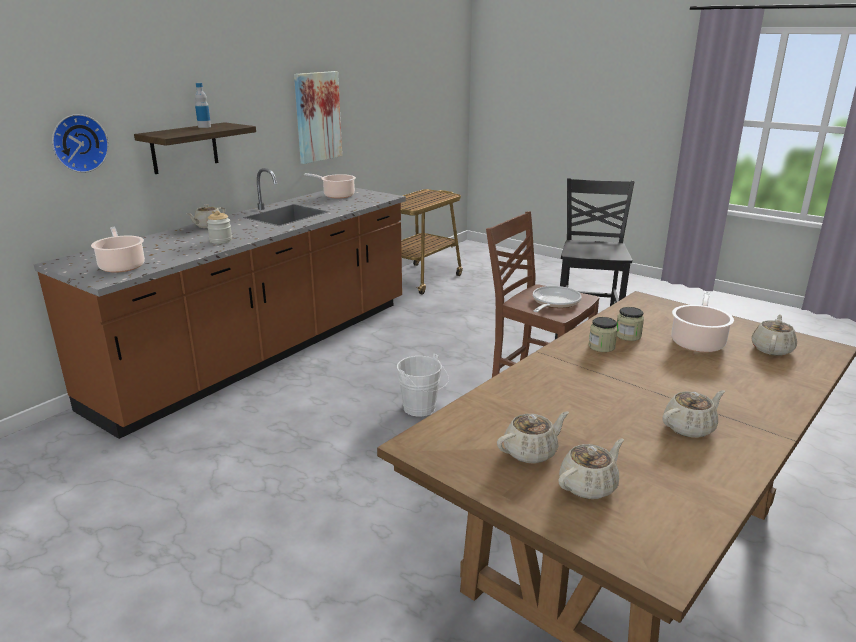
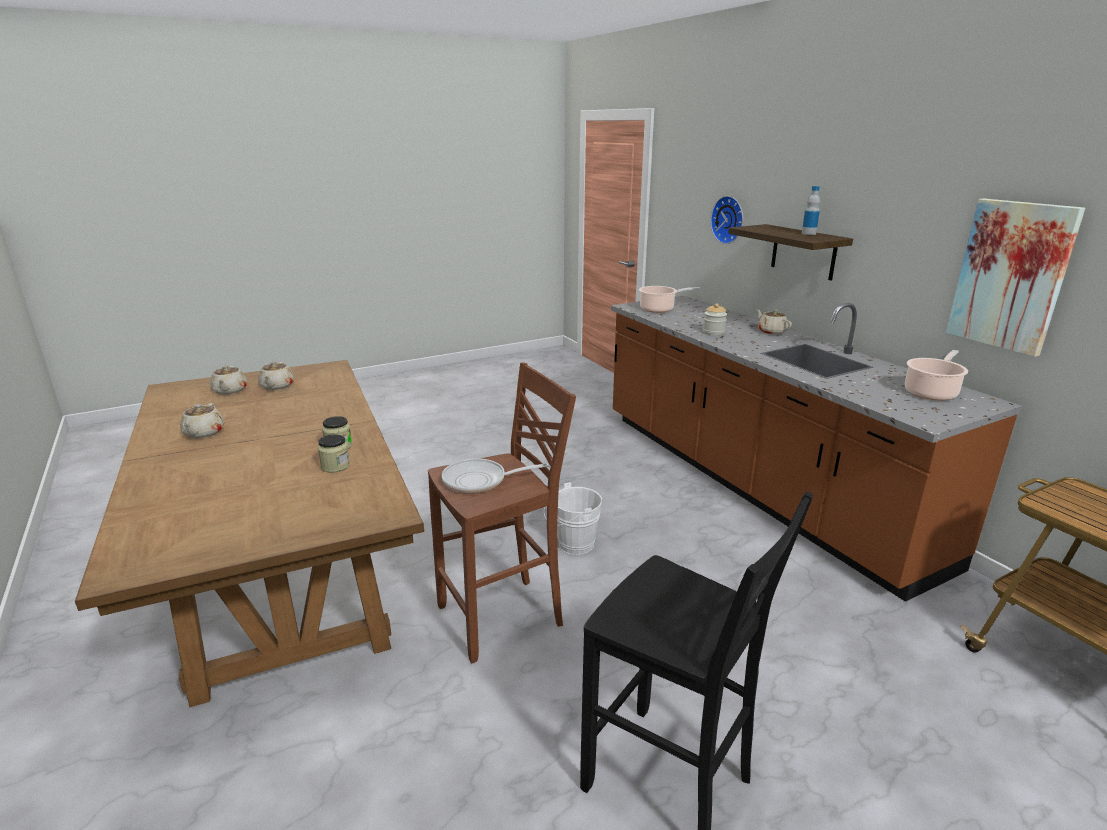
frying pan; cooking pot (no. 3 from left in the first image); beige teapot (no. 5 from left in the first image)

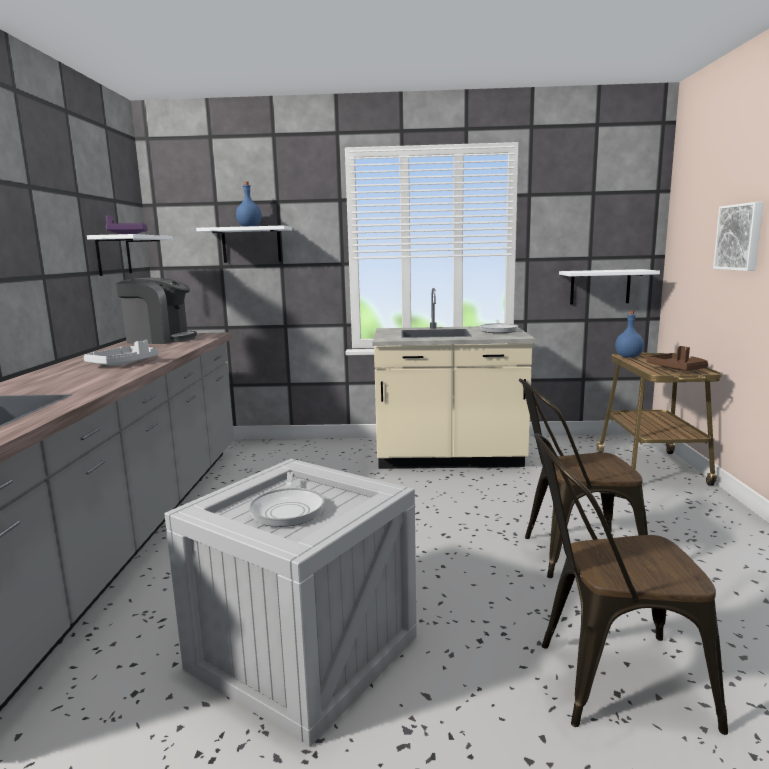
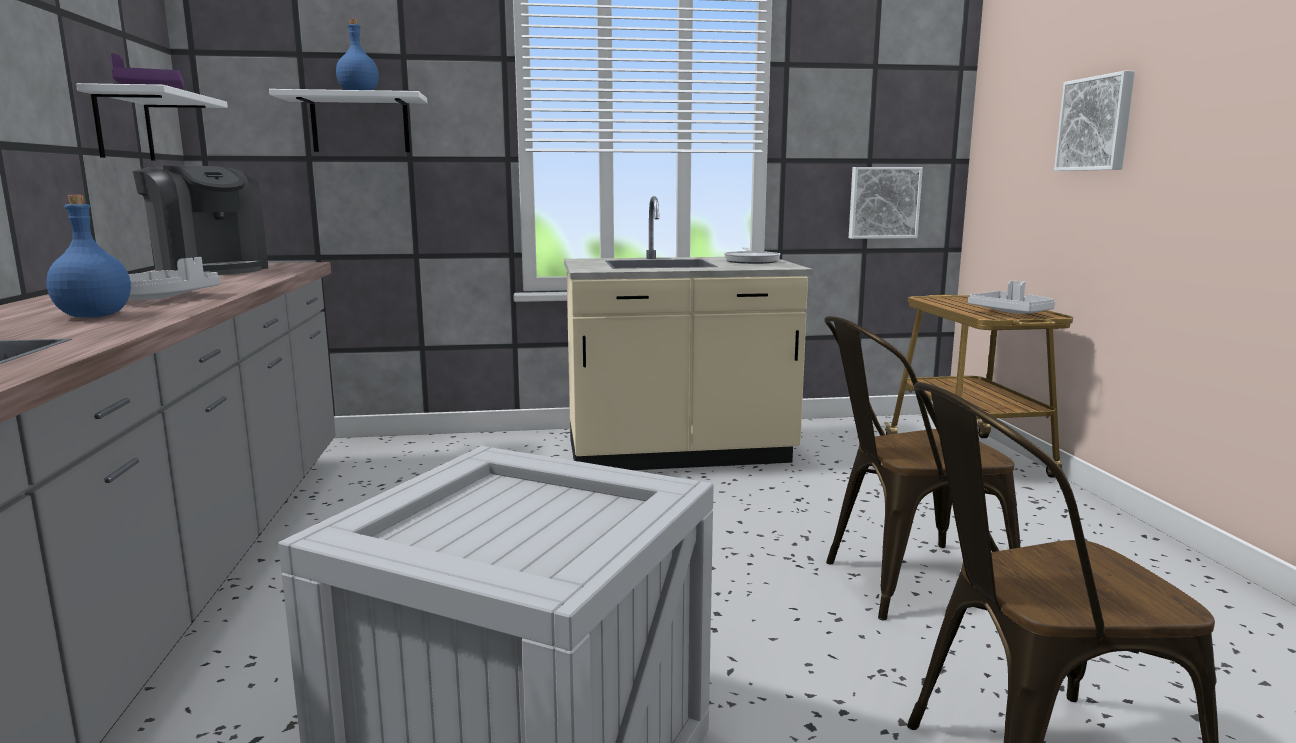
coffee machine; frying pan (no. 1 from left in the first image); picture (no. 1 from left); blue bottle (no. 1 from left); grey tray (no. 2 from left)

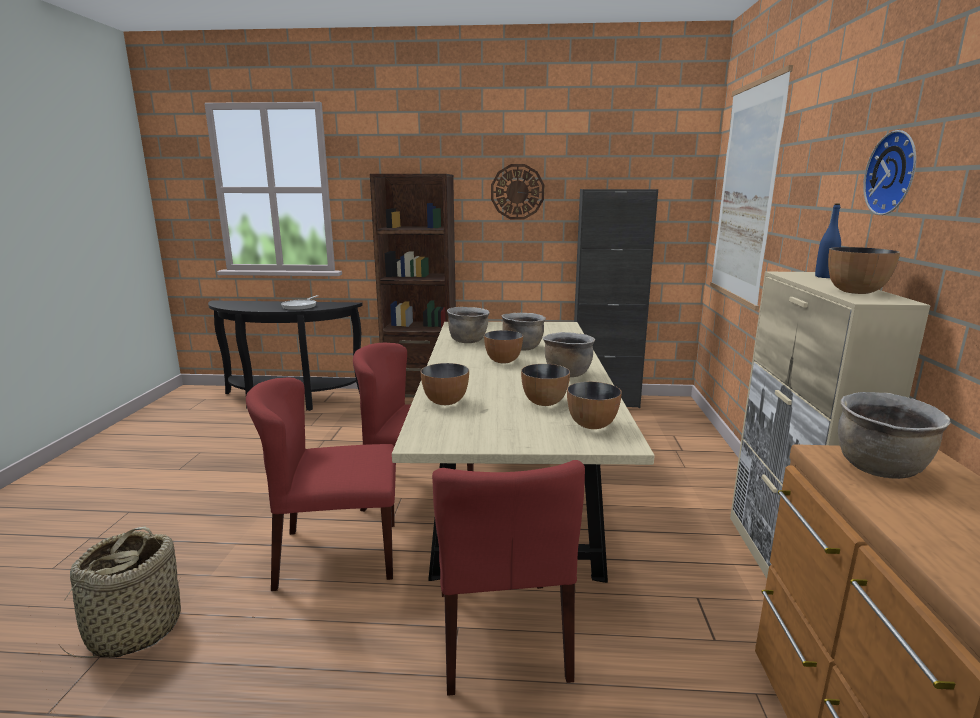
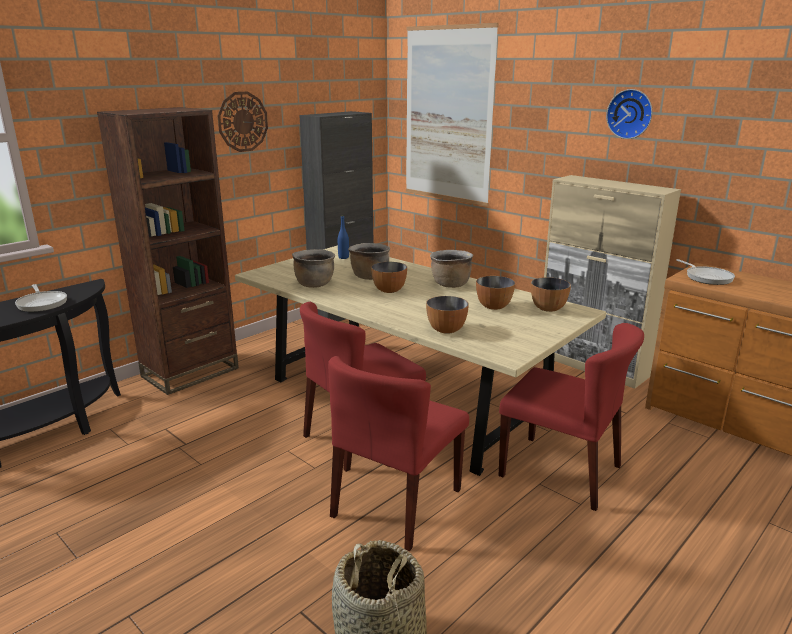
blue bottle; bowl (no. 5 from left in the first image); frying pan (no. 2 from left)

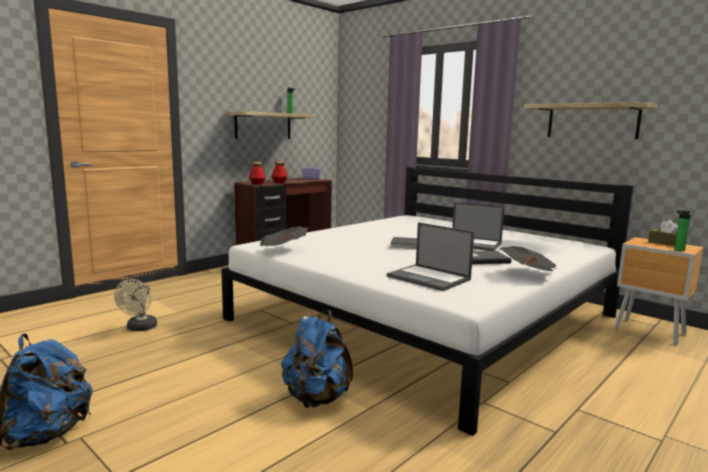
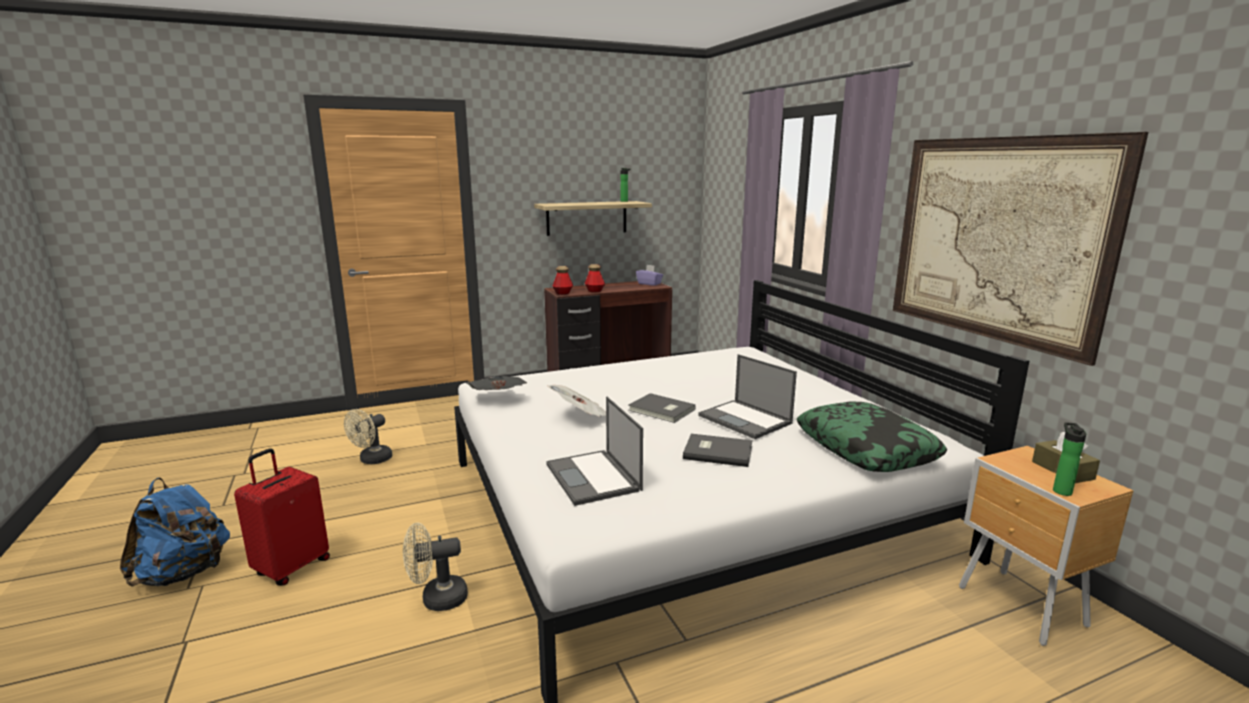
beige fan (no. 2 from left); newspaper (no. 2 from left); picture; red suitcase; pillow

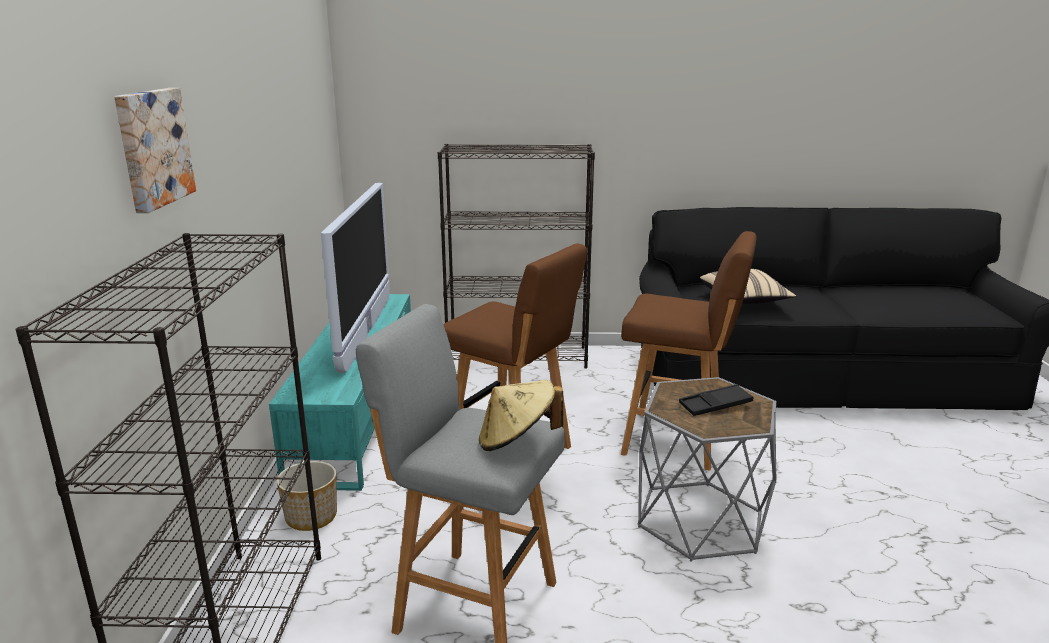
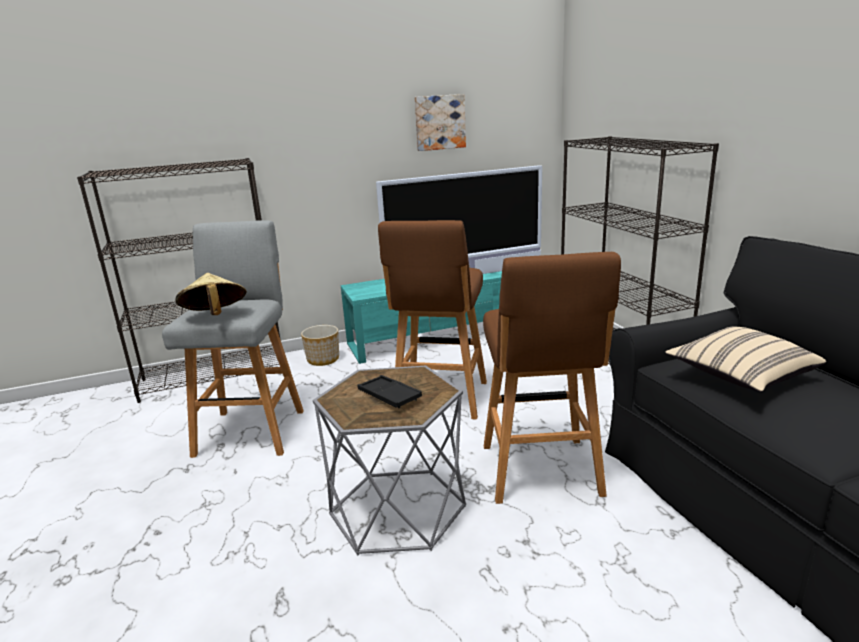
picture

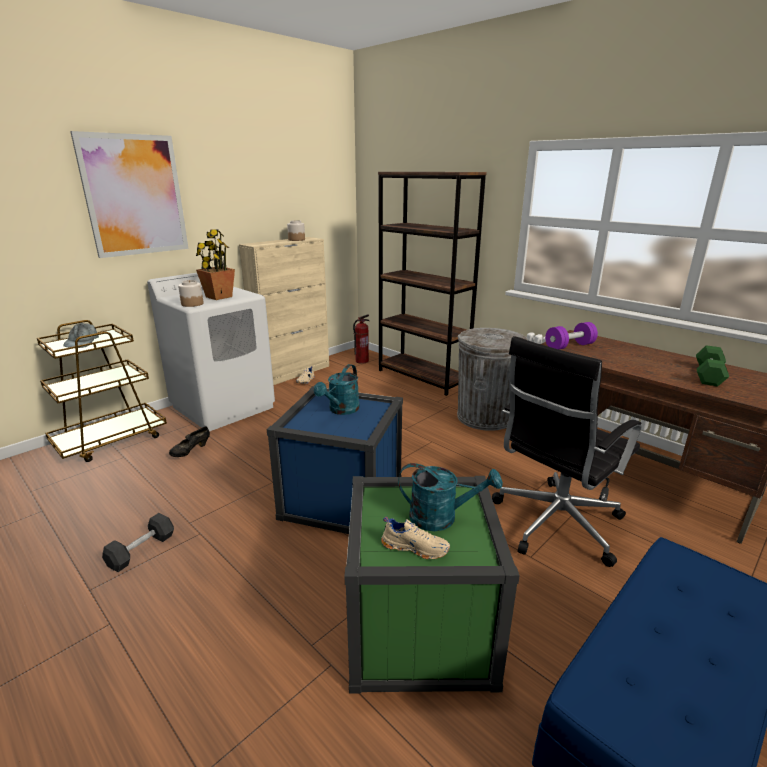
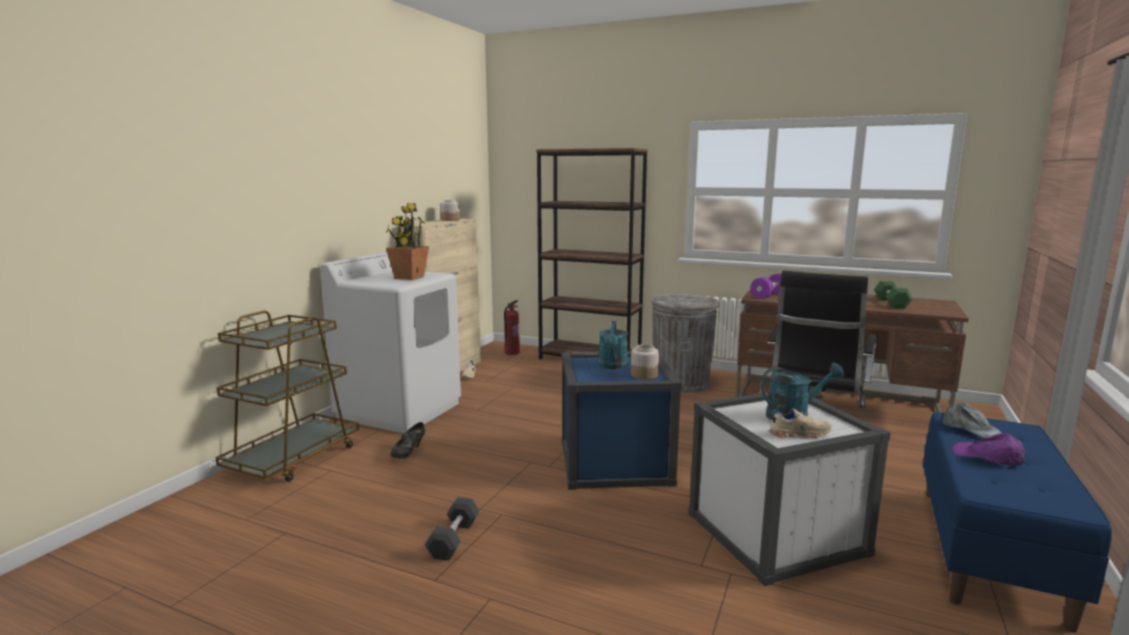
grey cap; picture; jar (no. 2 from left); white storage box; purple cap

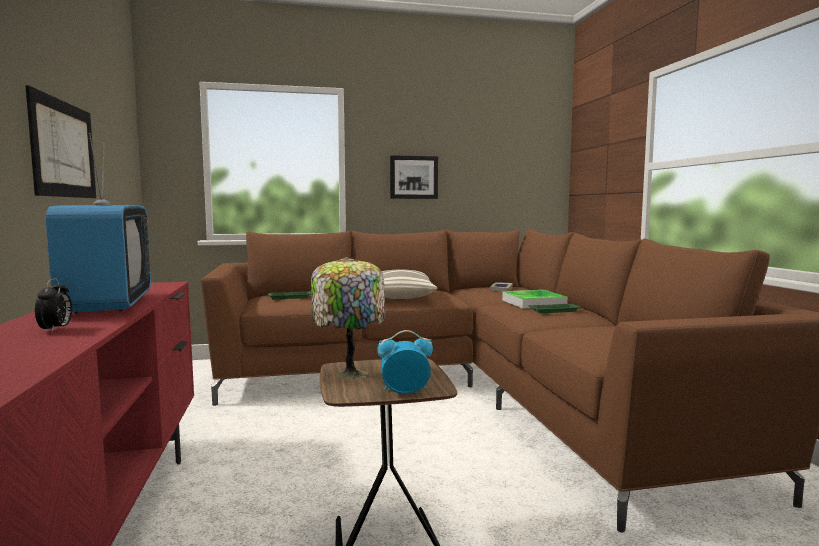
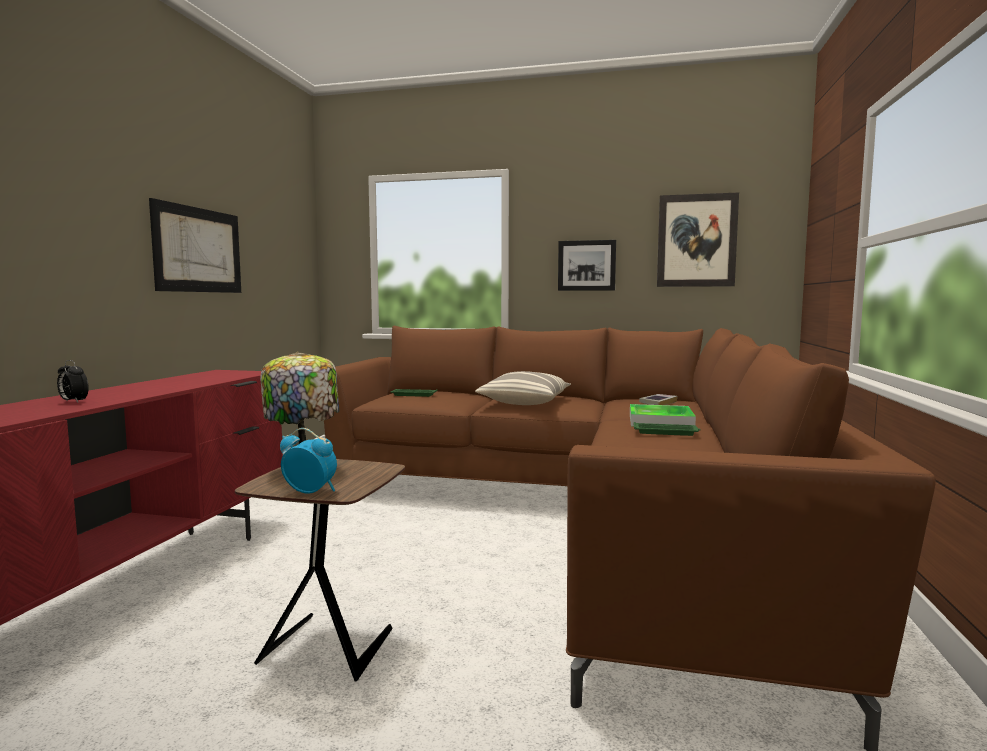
alarm clock (no. 1 from left); television; picture (no. 3 from left)

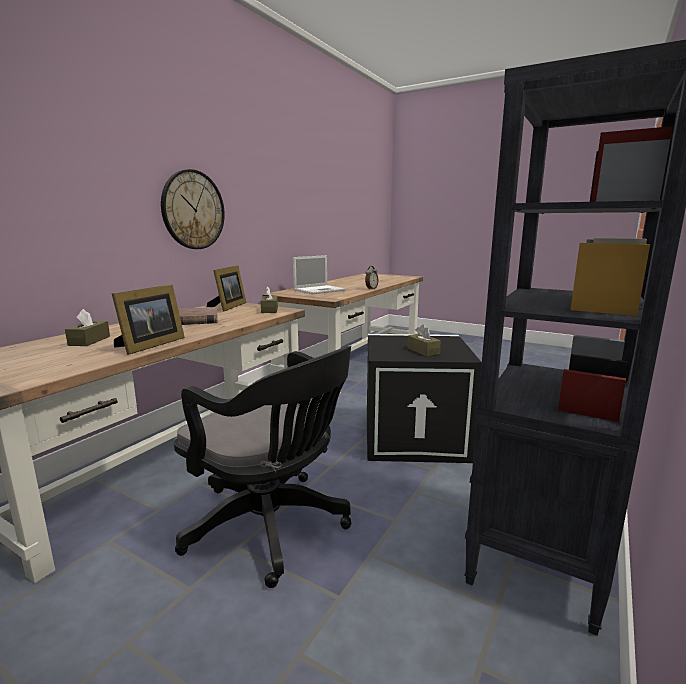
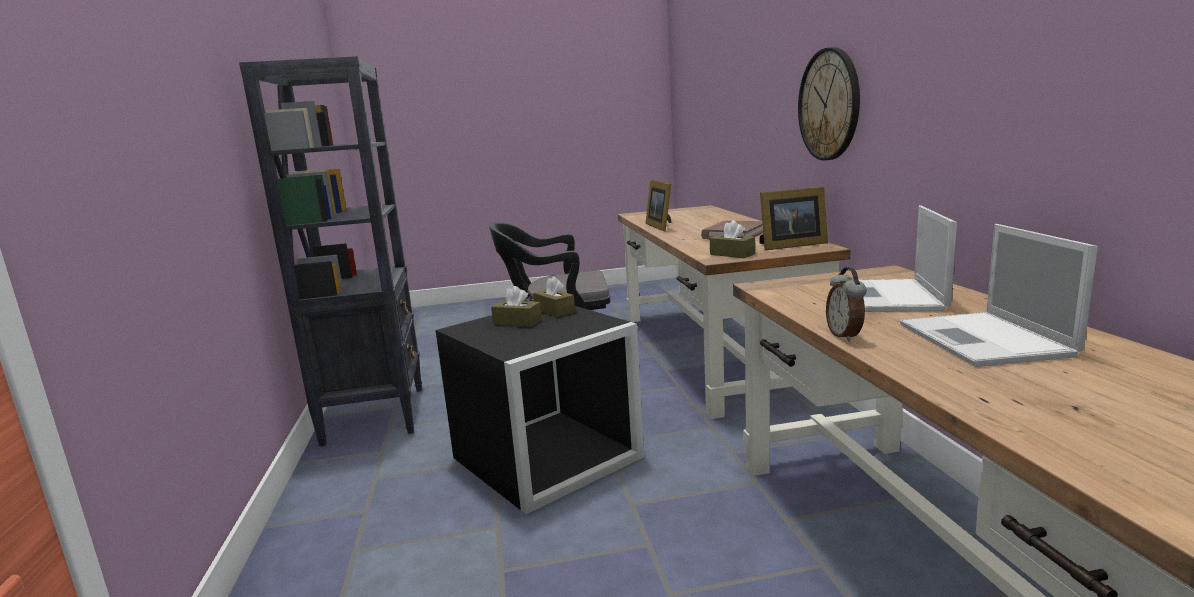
brown tissue box (no. 2 from left); picture frame (no. 2 from left); laptop (no. 2 from left)

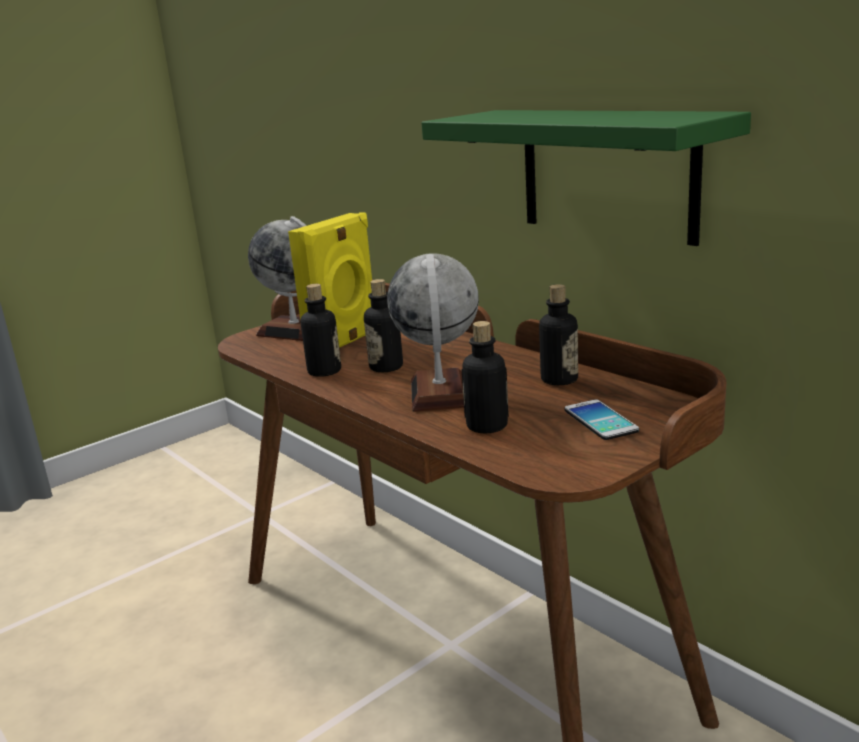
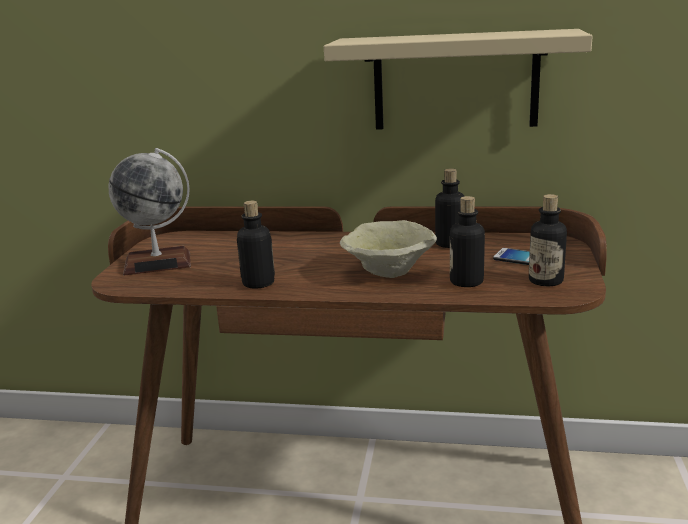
yellow speaker; bottle (no. 4 from left); beige bowl; beige shelf

